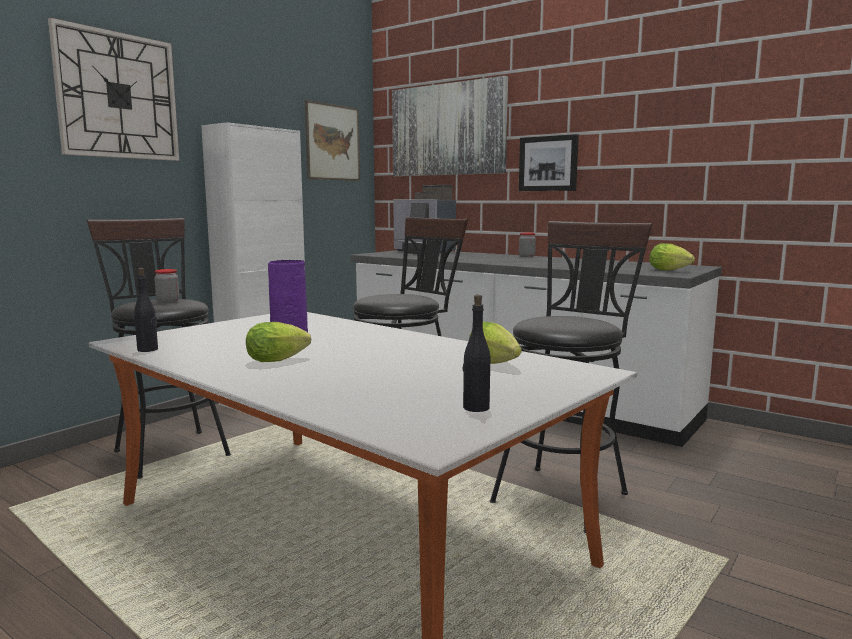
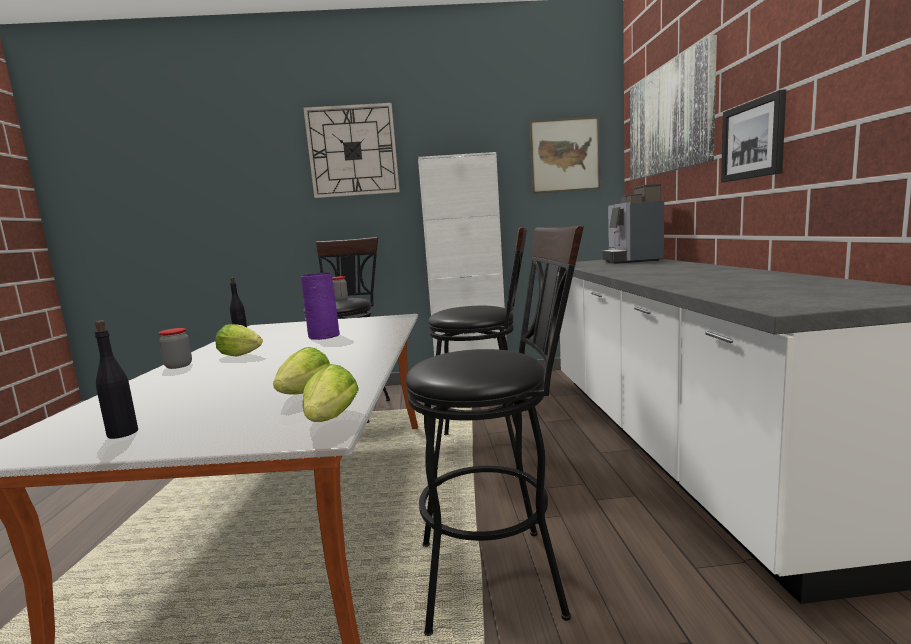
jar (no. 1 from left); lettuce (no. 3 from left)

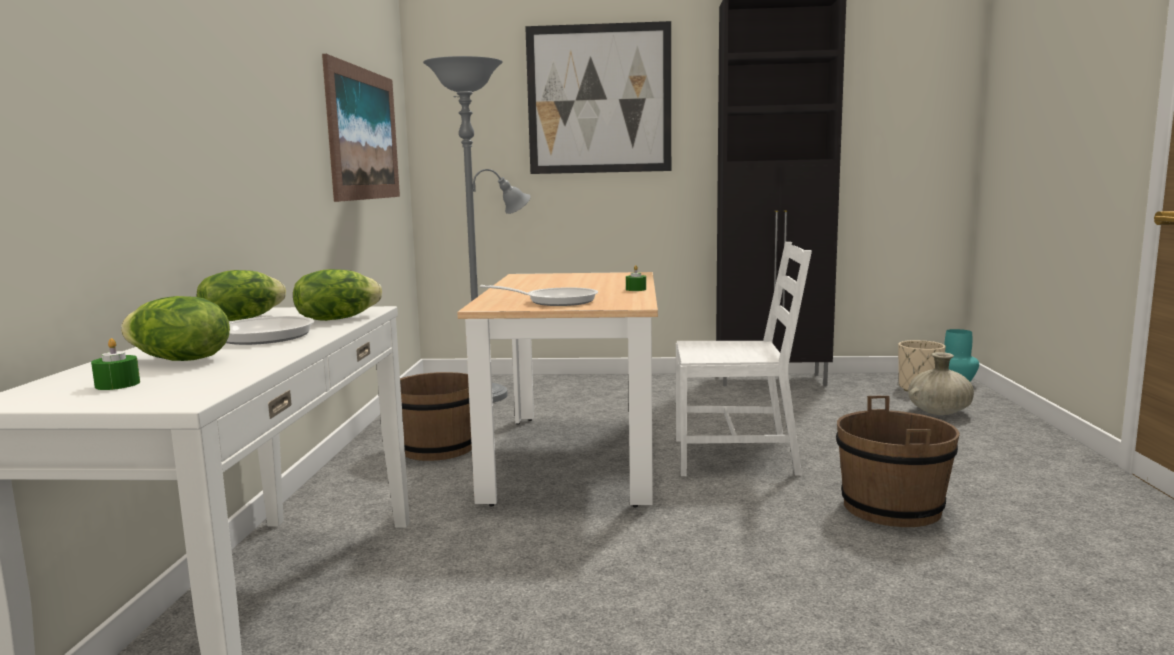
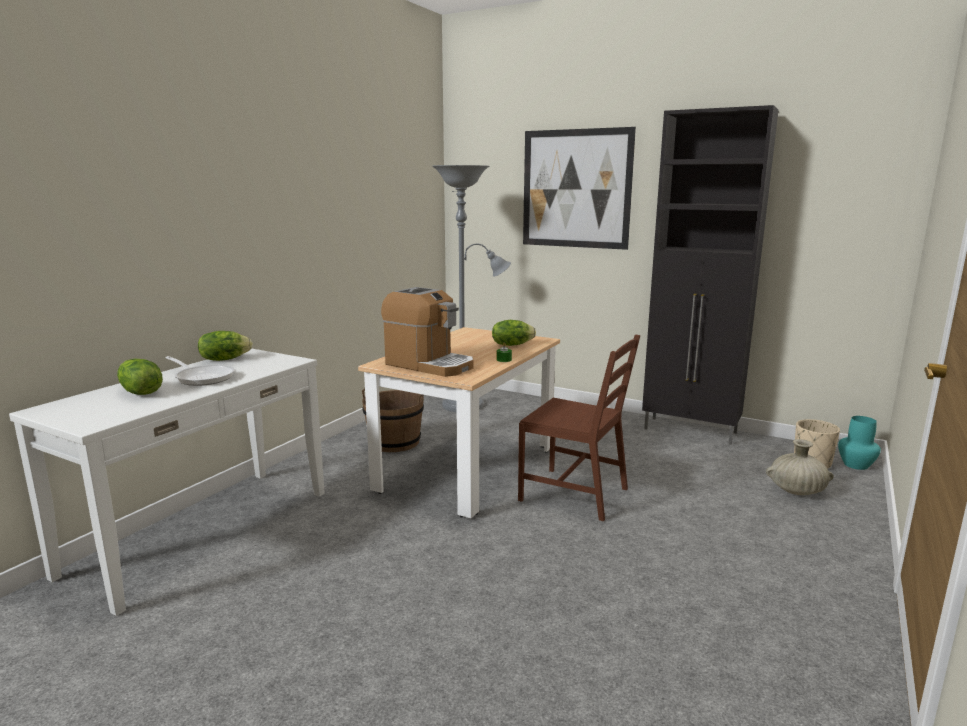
green candle (no. 1 from left in the first image); lettuce (no. 3 from left); picture (no. 1 from left in the first image); coffee machine; brown chair; brown bucket (no. 2 from left in the first image)

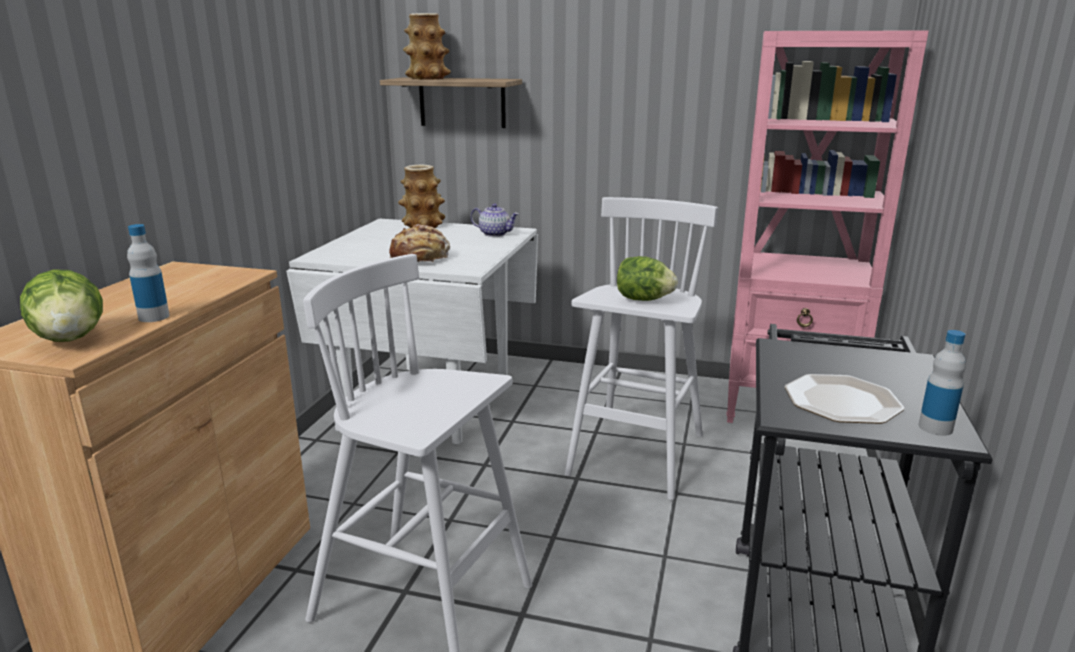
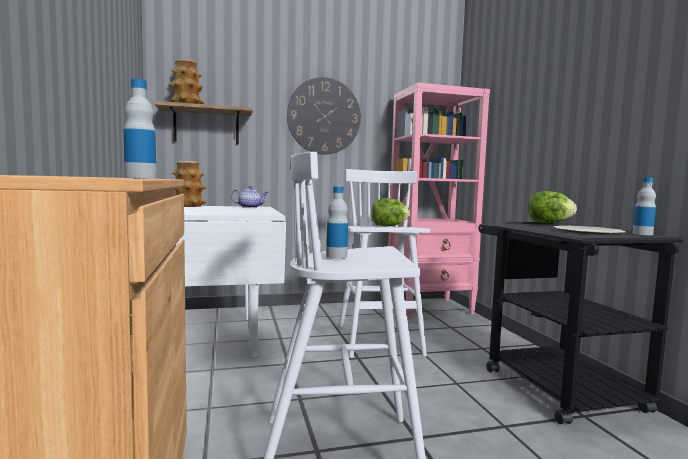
lettuce (no. 2 from left); bread; wall clock; bottle (no. 2 from left)

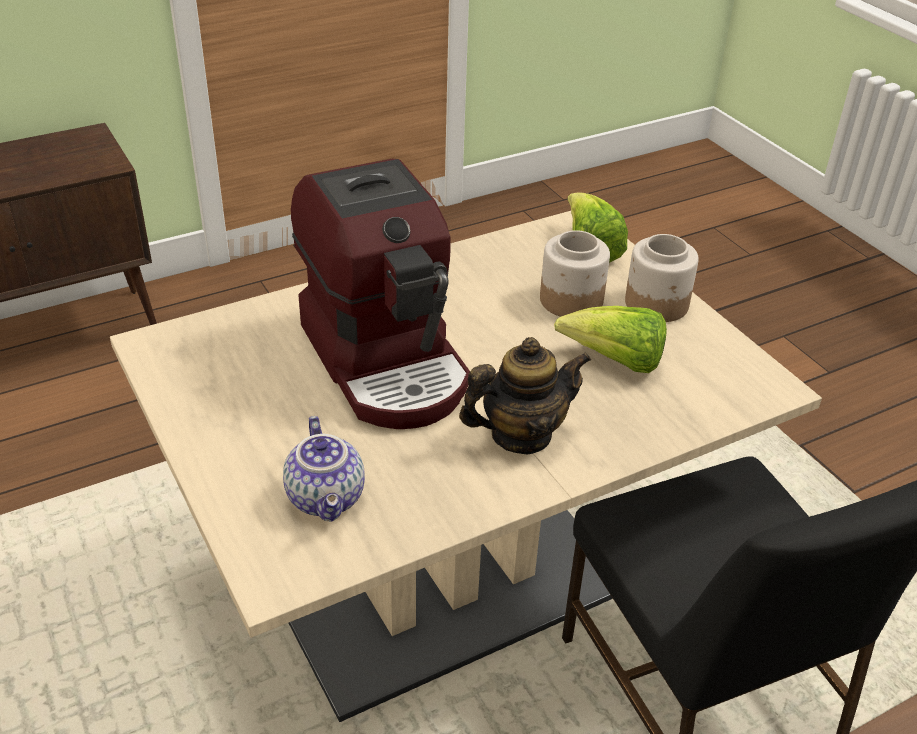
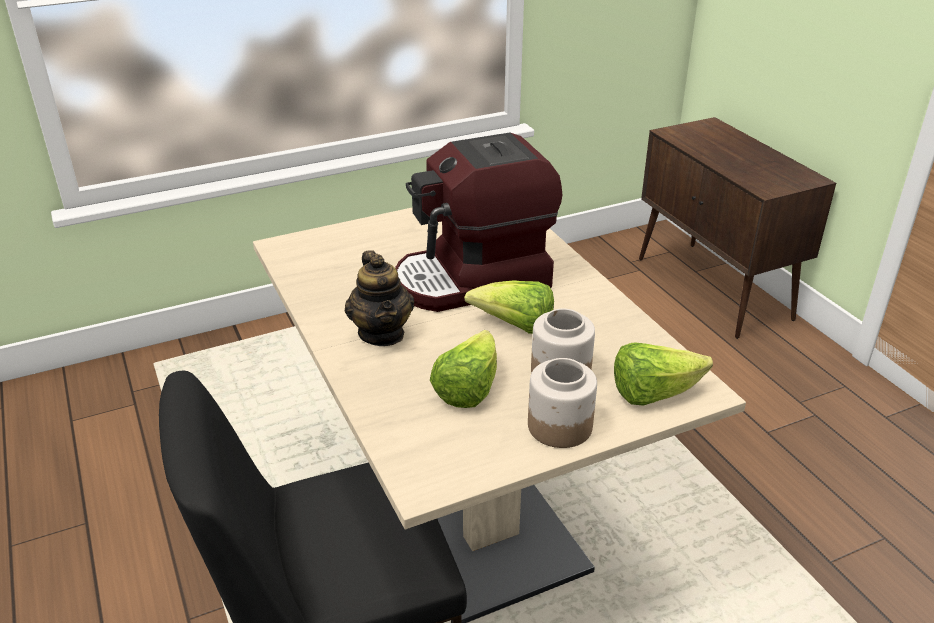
teapot (no. 1 from left in the first image); lettuce (no. 2 from left)

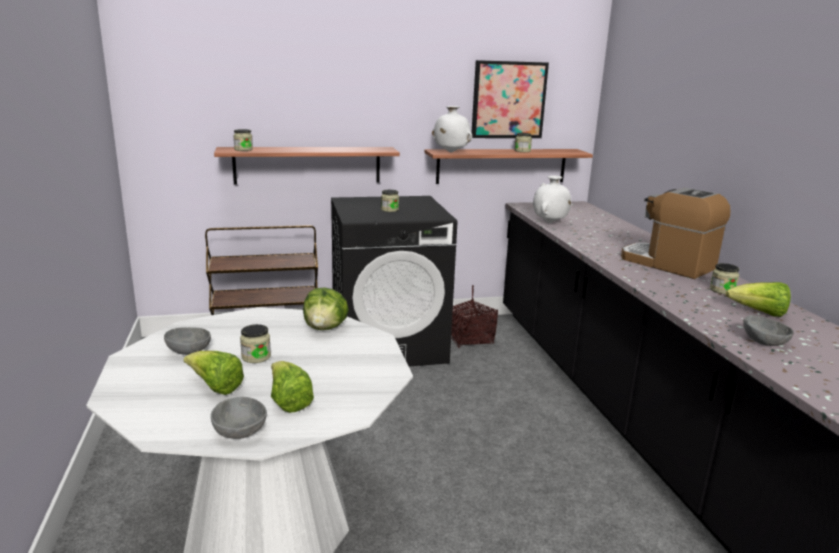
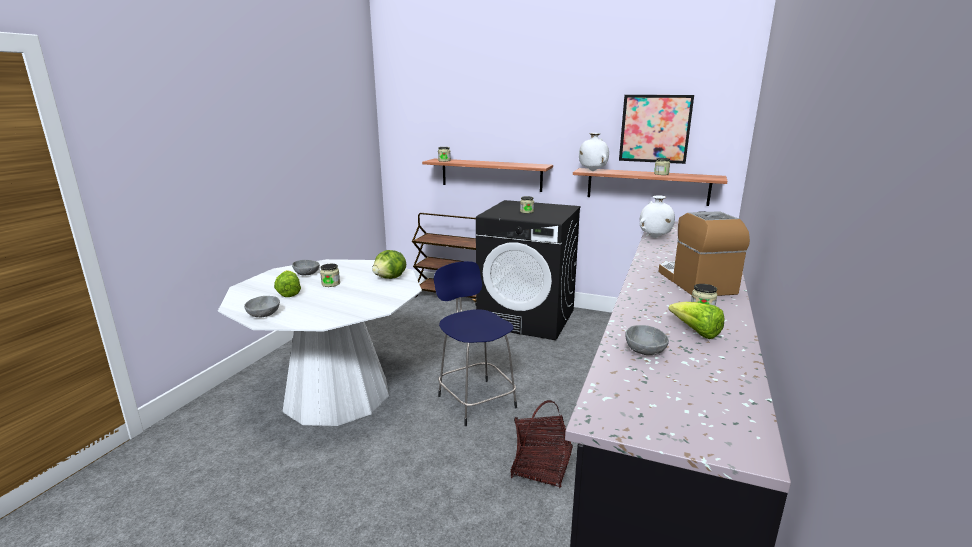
lettuce (no. 2 from left in the first image); basket; blue stool

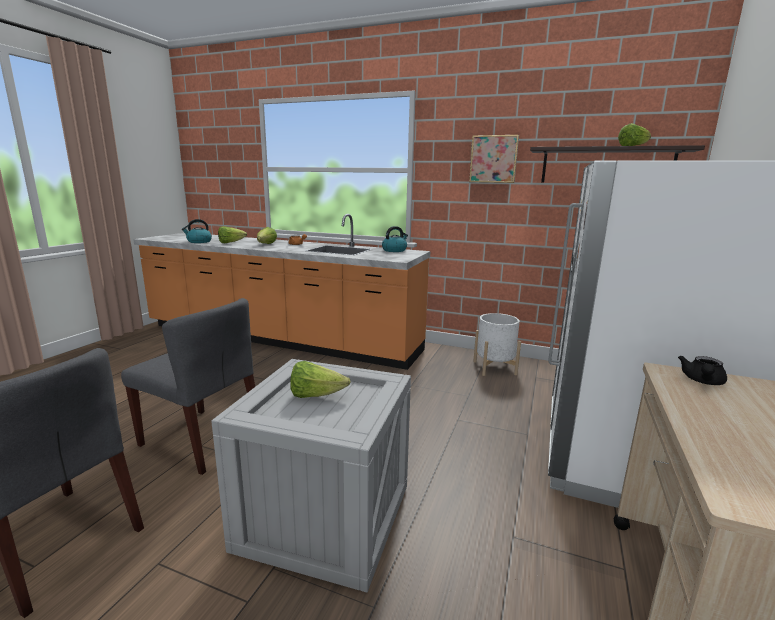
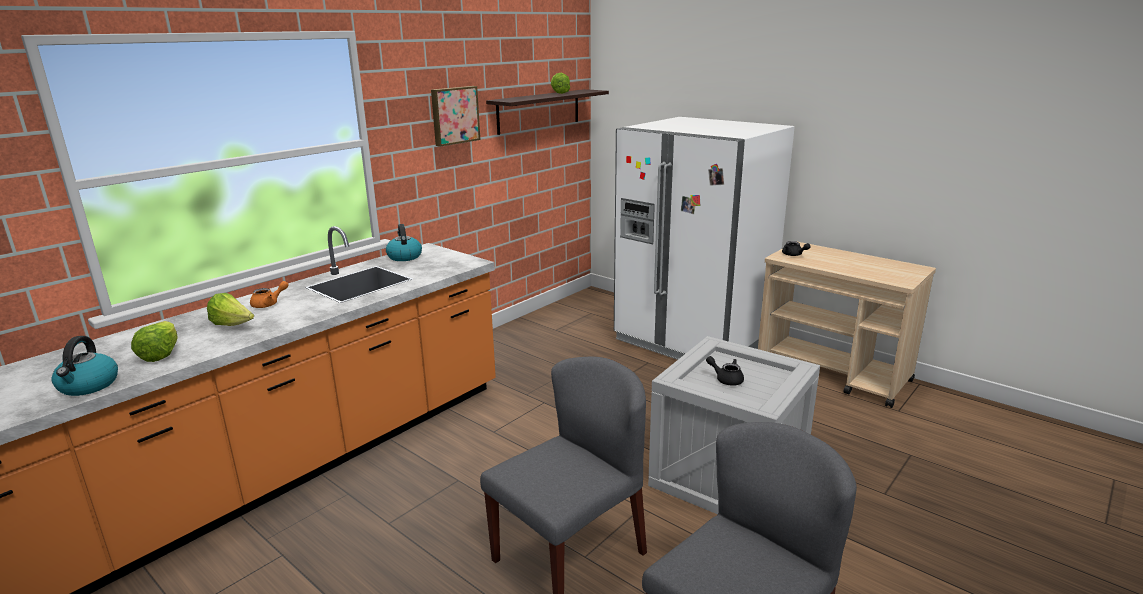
black teapot (no. 1 from left); white planter

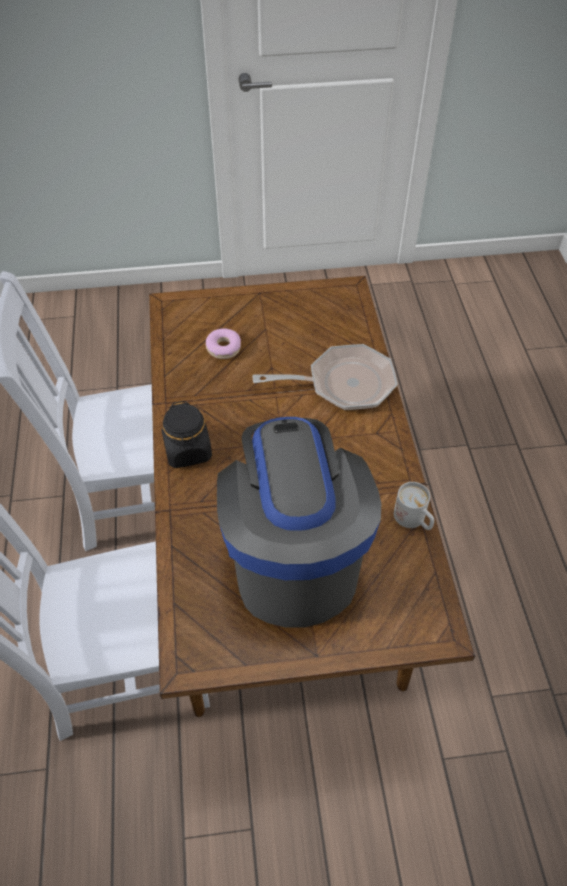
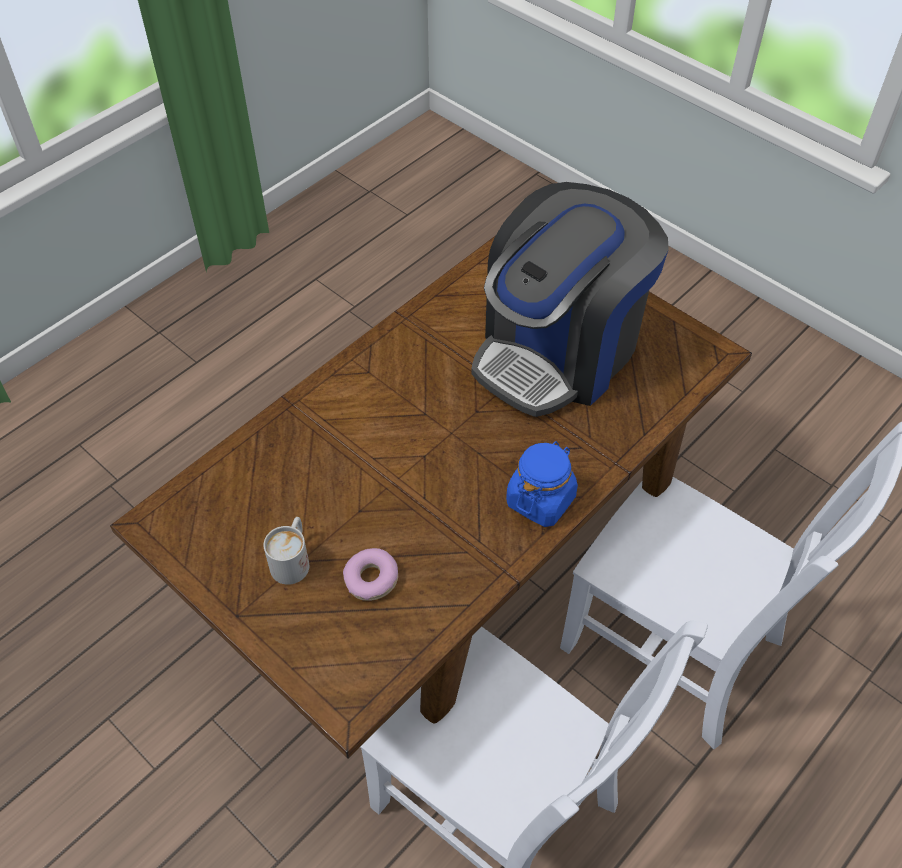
blue jar; frying pan; white mug

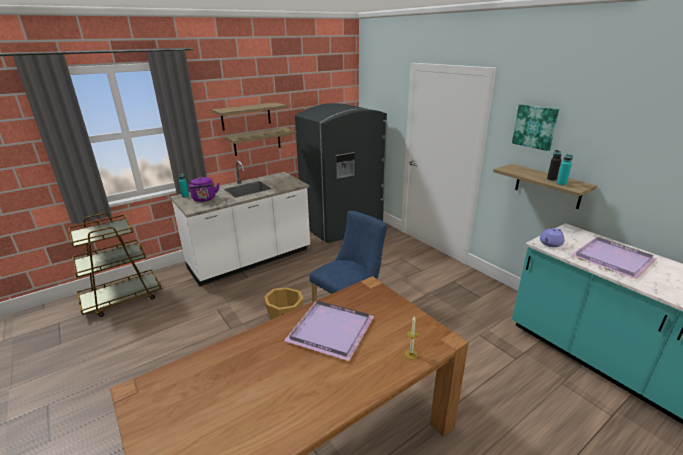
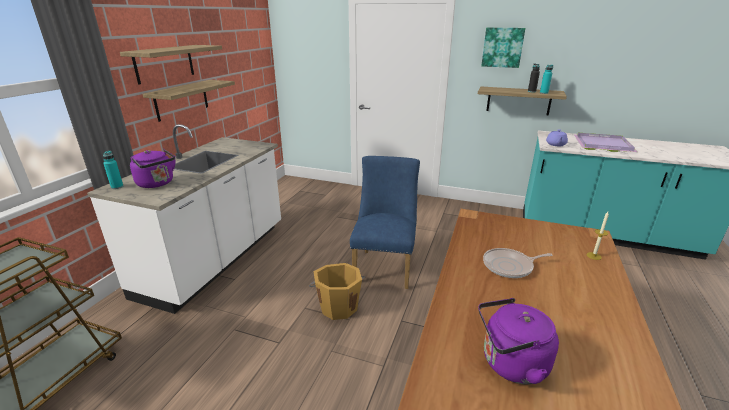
frying pan; grey fridge; purple kettle (no. 2 from left)

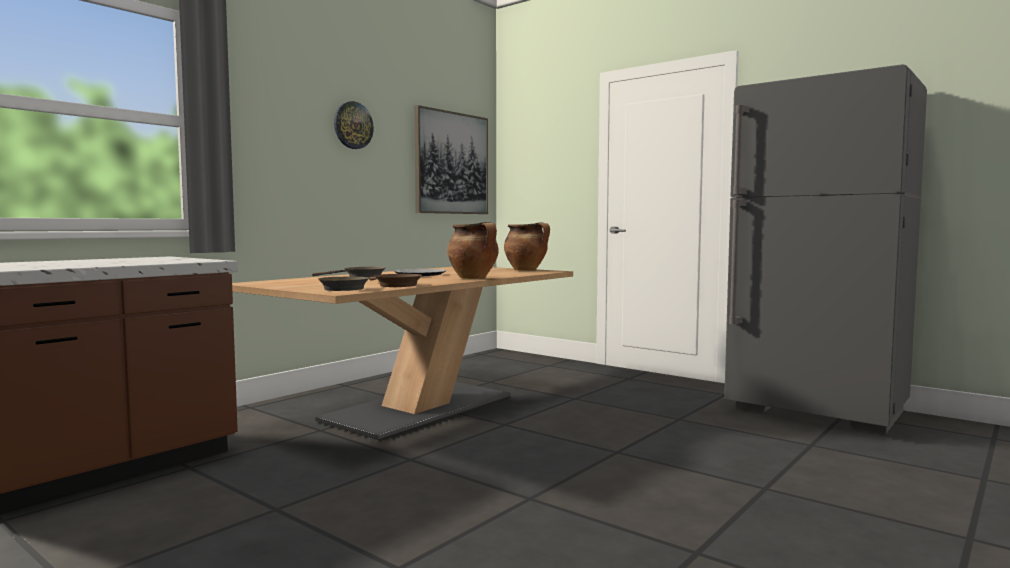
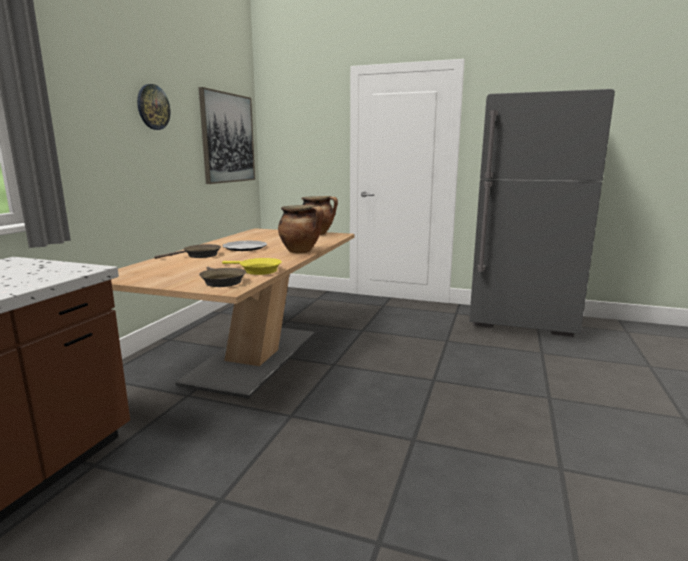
yellow frying pan

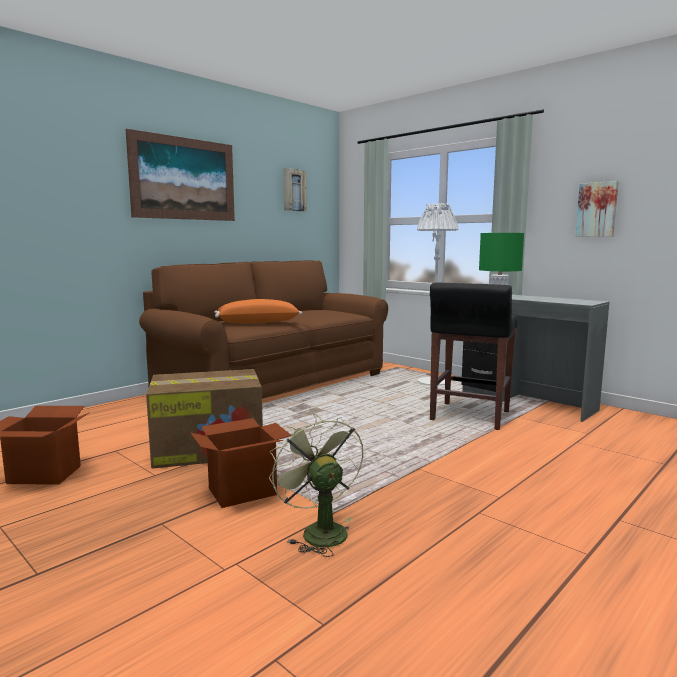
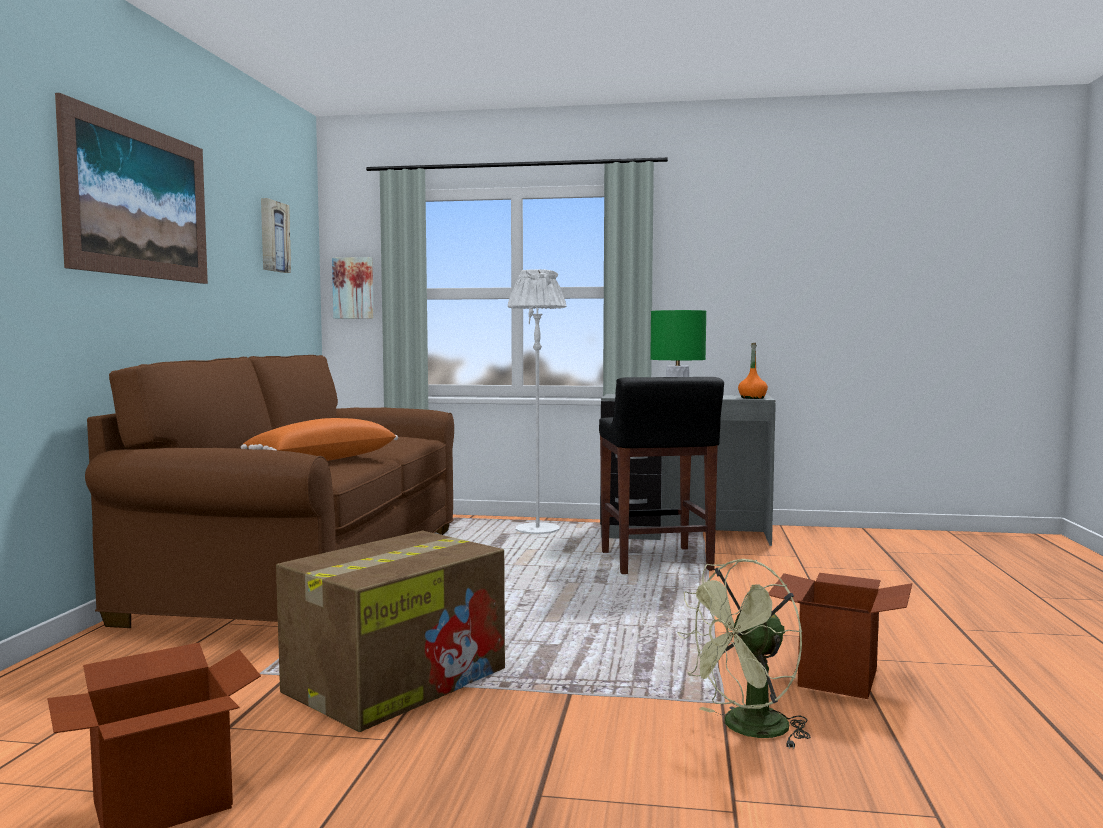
cardboard box (no. 3 from left); green fan; picture (no. 3 from left); orange bottle

